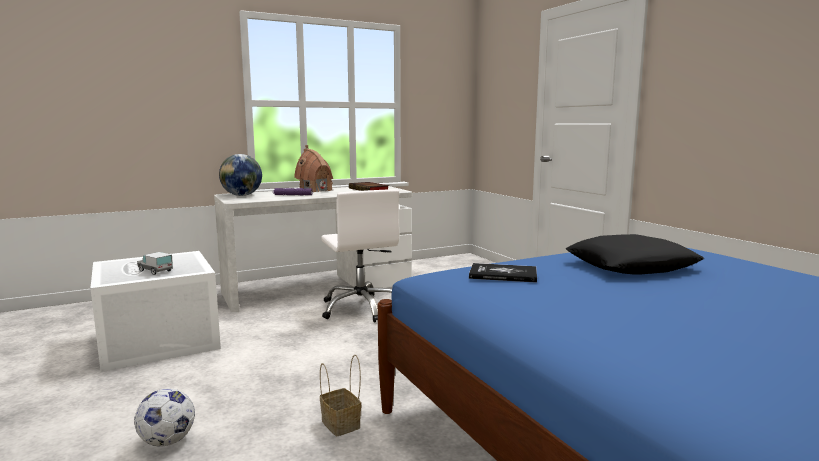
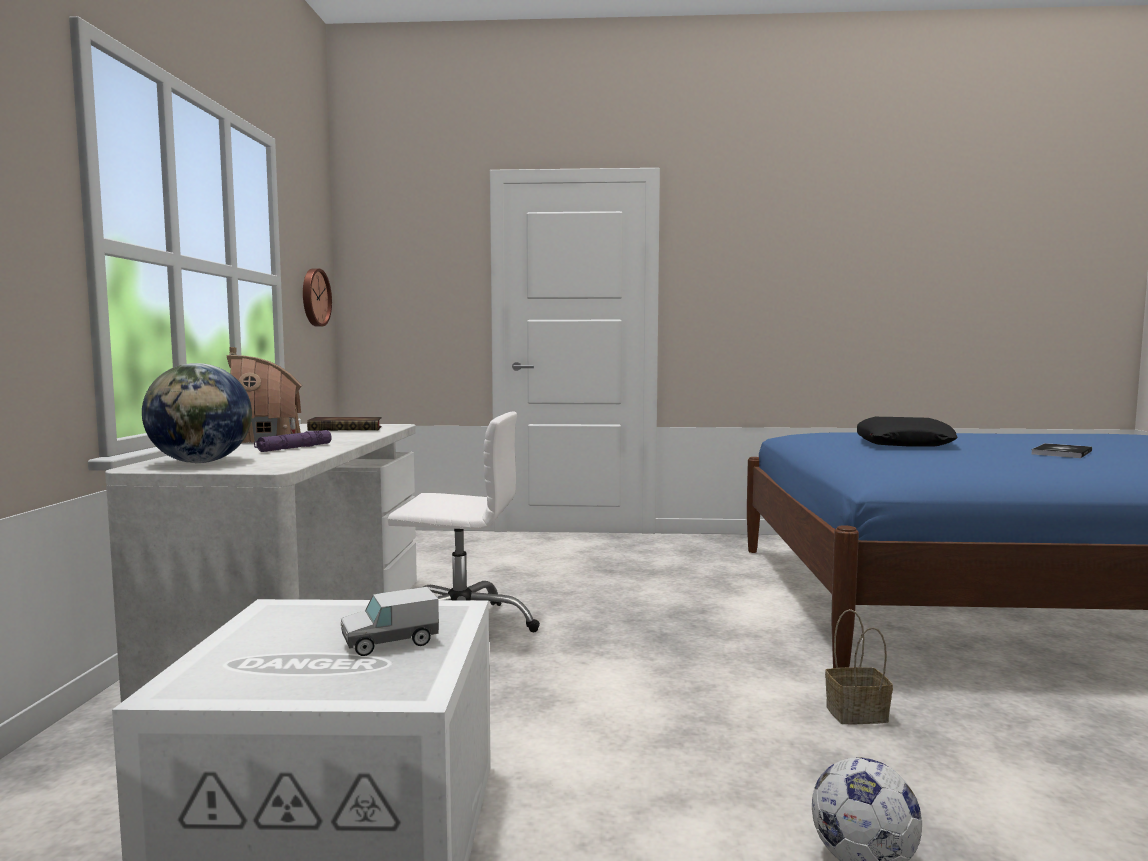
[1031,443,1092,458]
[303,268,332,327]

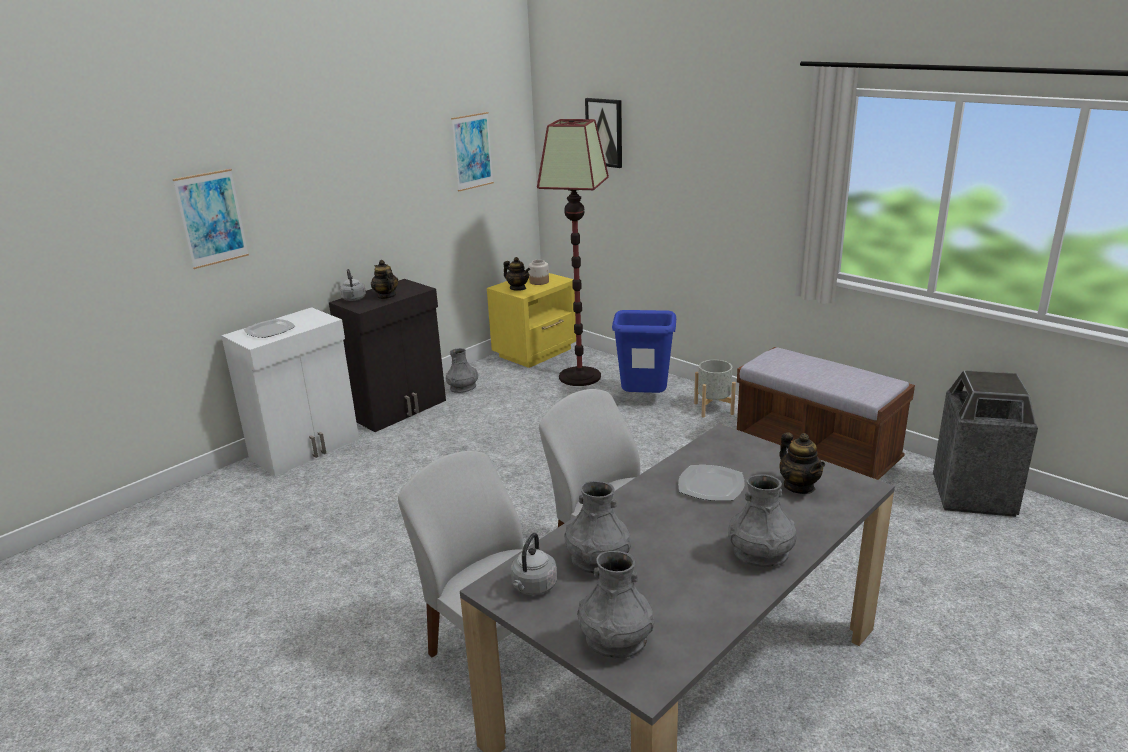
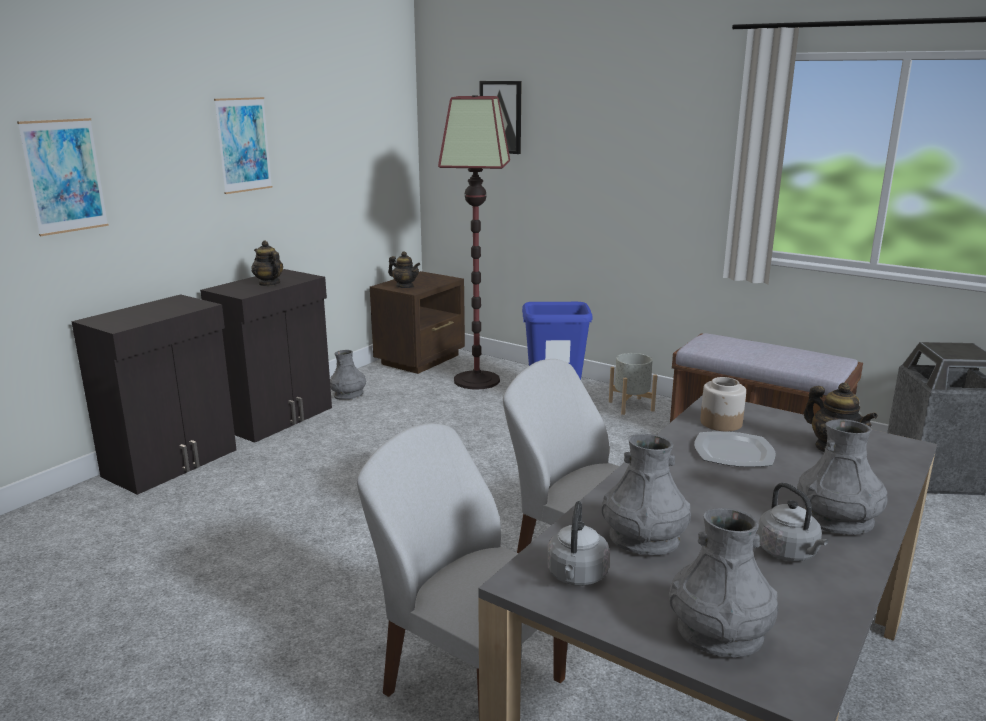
[71,294,237,495]
[243,319,296,338] (first image)
[758,483,828,561]
[214,97,273,194]
[370,271,465,374]
[700,377,746,431]

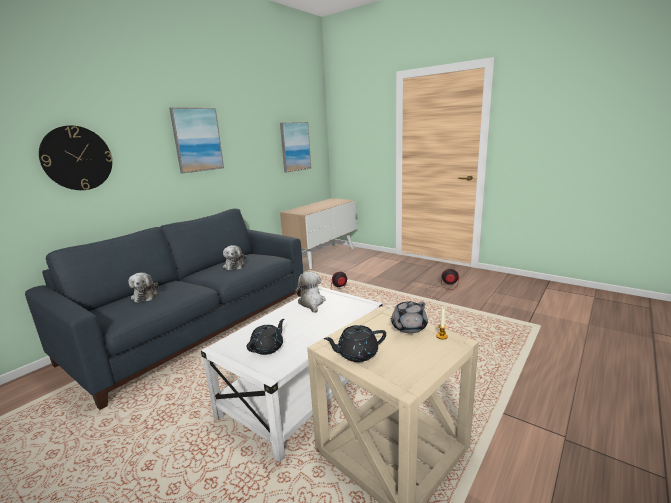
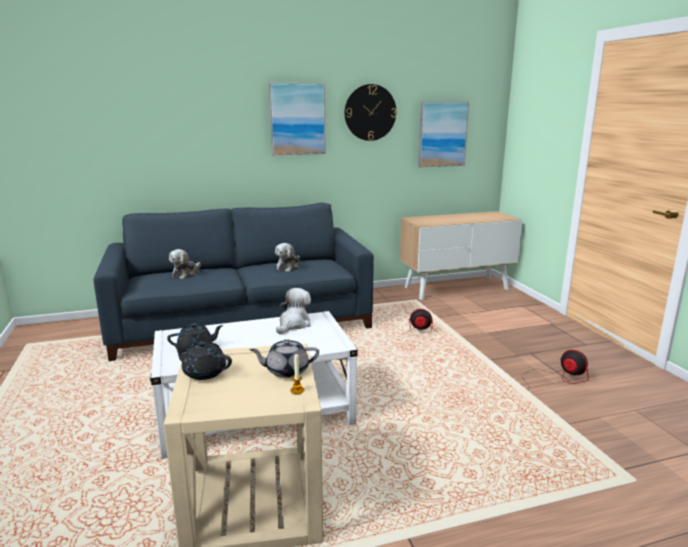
[345,84,397,141]

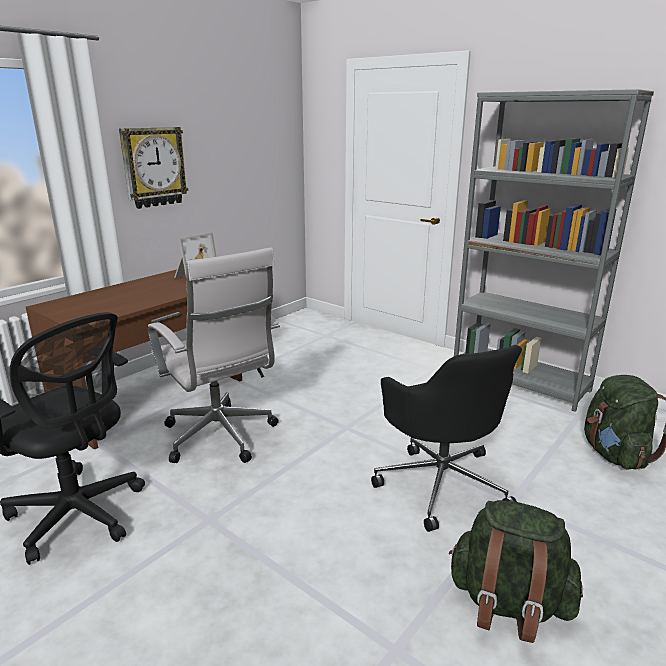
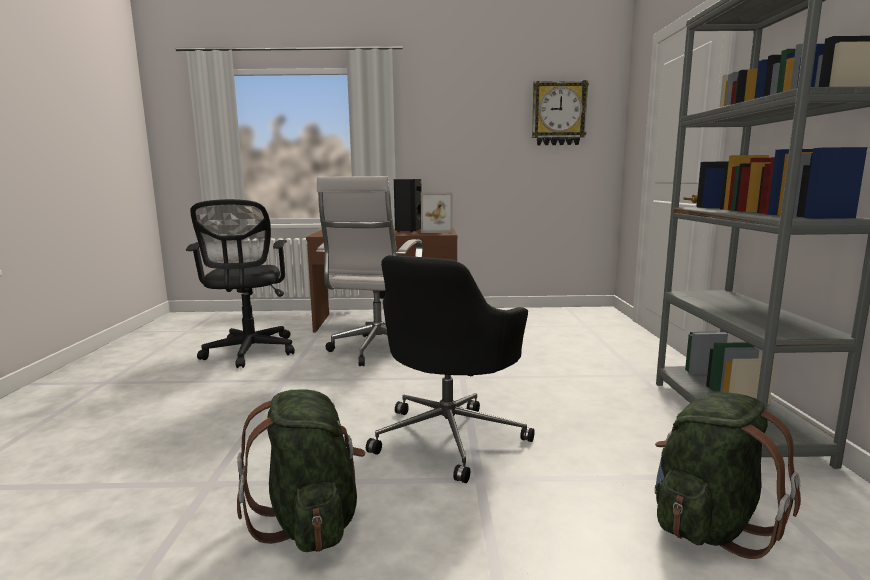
[532,80,589,145]
[394,179,422,232]

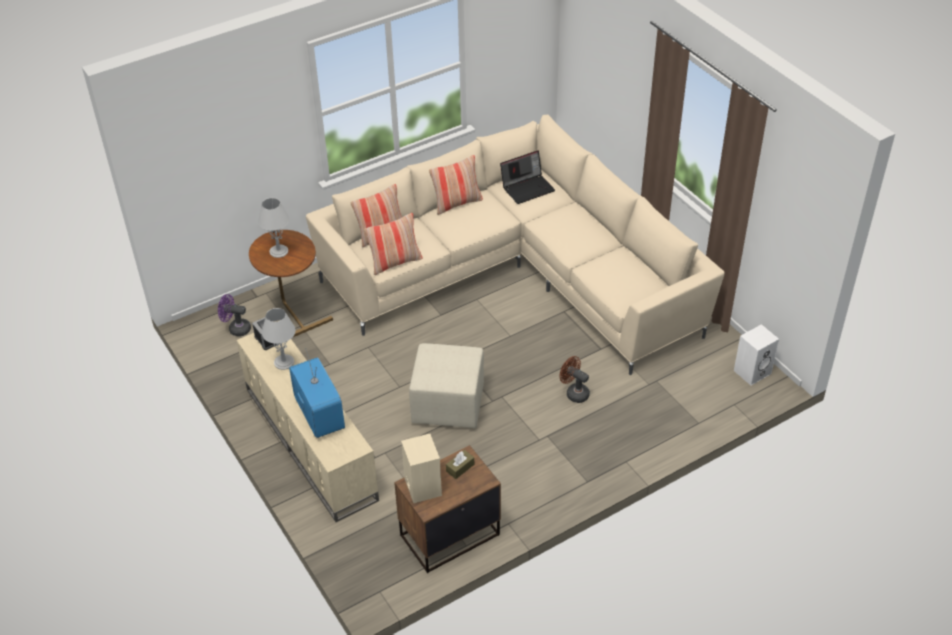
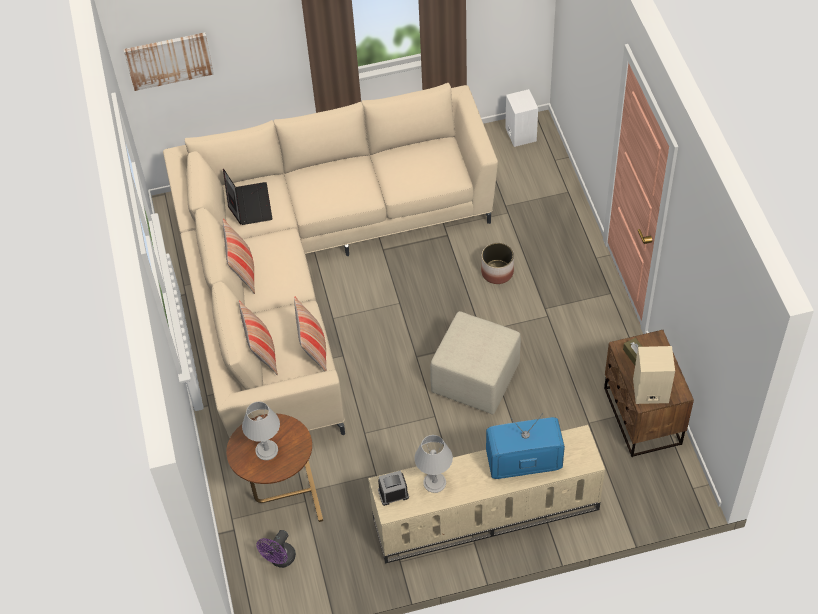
[481,243,514,284]
[124,32,214,91]

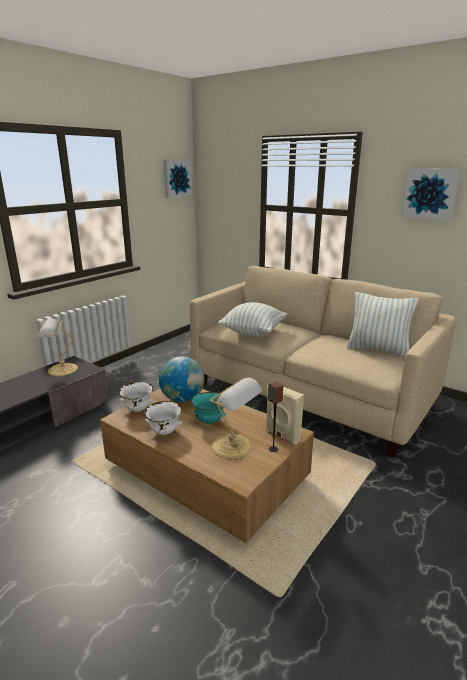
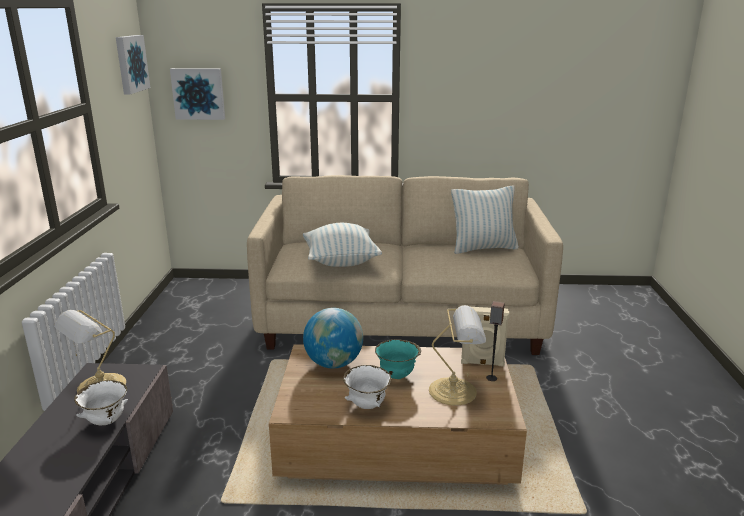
[74,380,128,425]
[170,68,225,120]

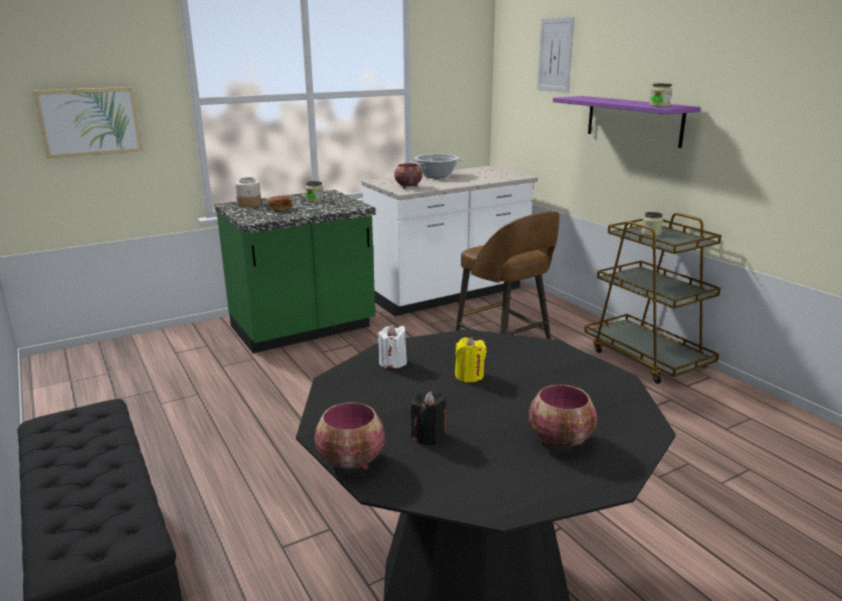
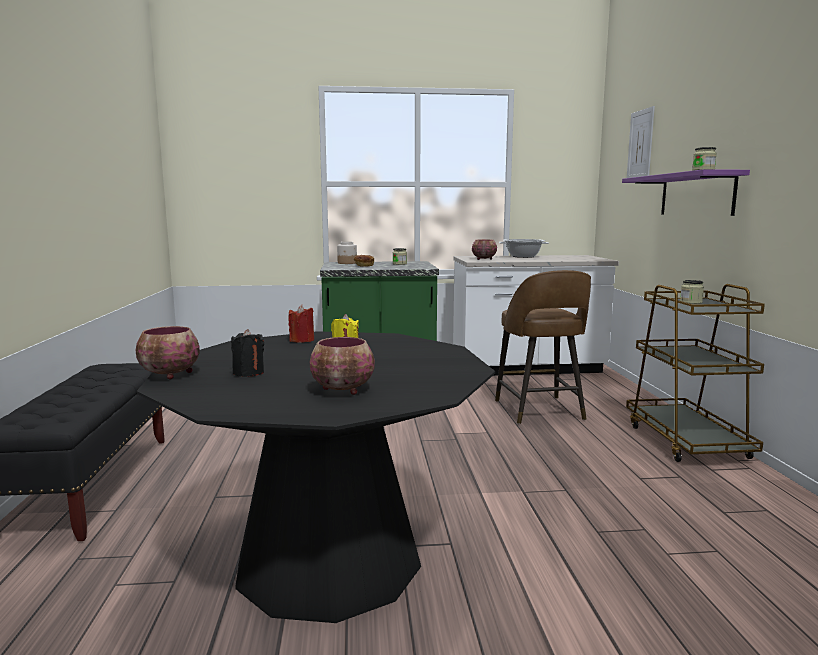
[32,87,143,159] (first image)
[288,305,314,343]

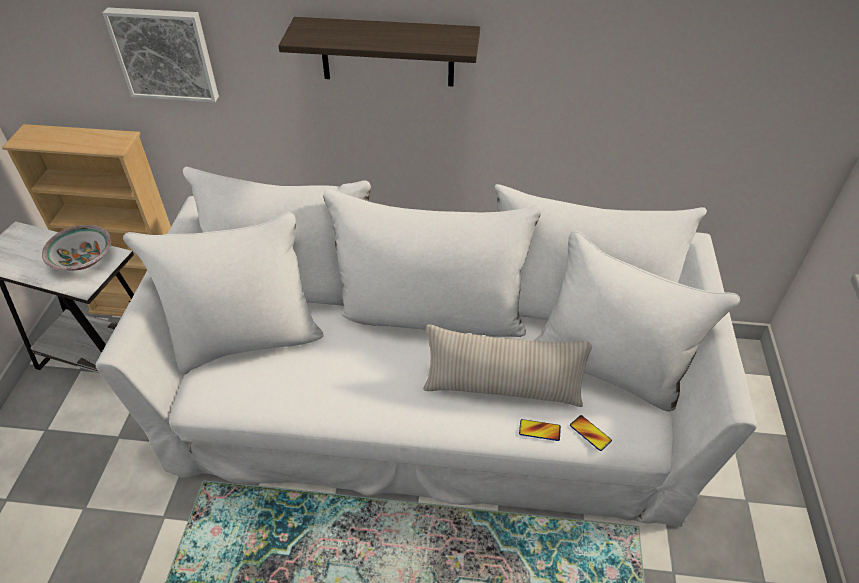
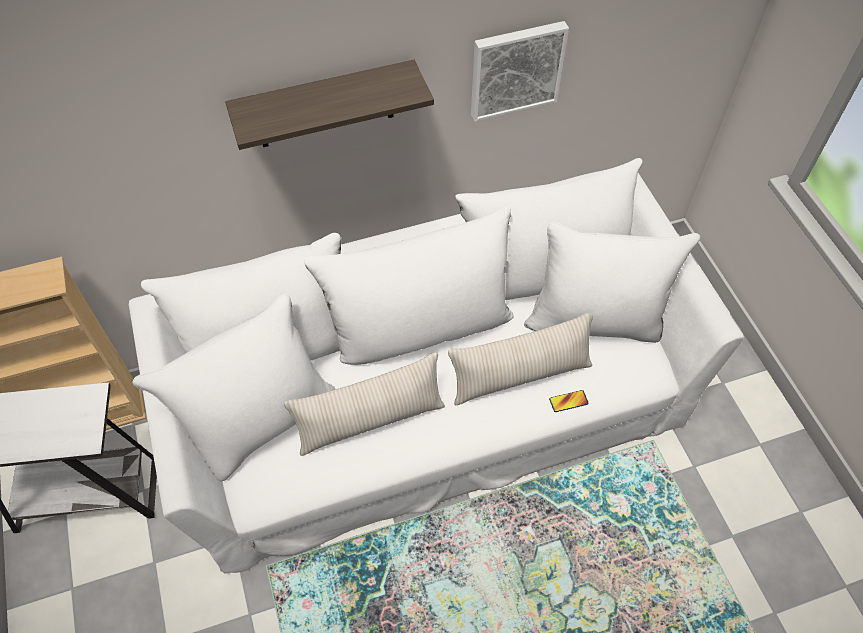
[42,225,111,270] (first image)
[471,21,569,122]
[570,415,612,451] (first image)
[284,352,445,456]

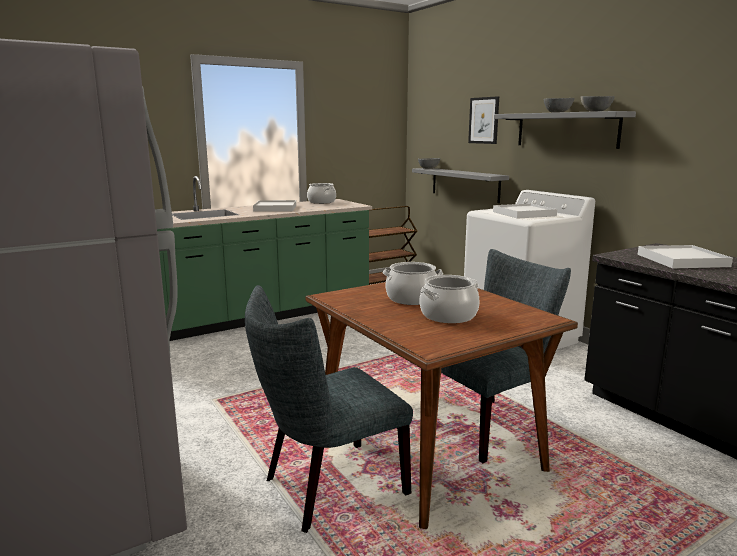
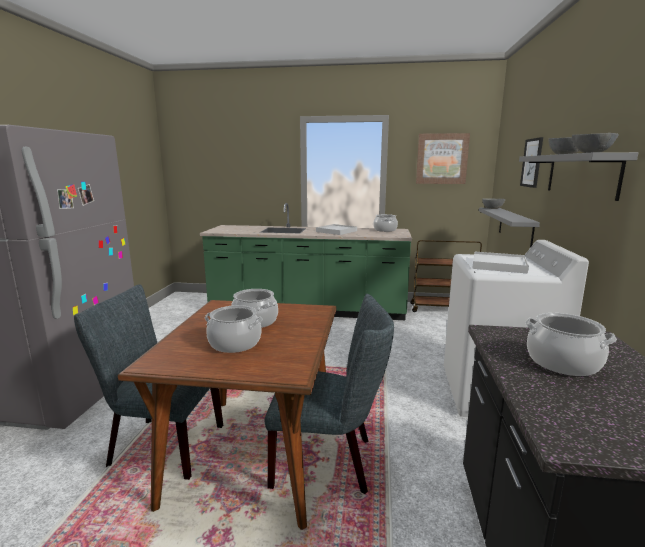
[525,313,617,376]
[416,133,470,184]

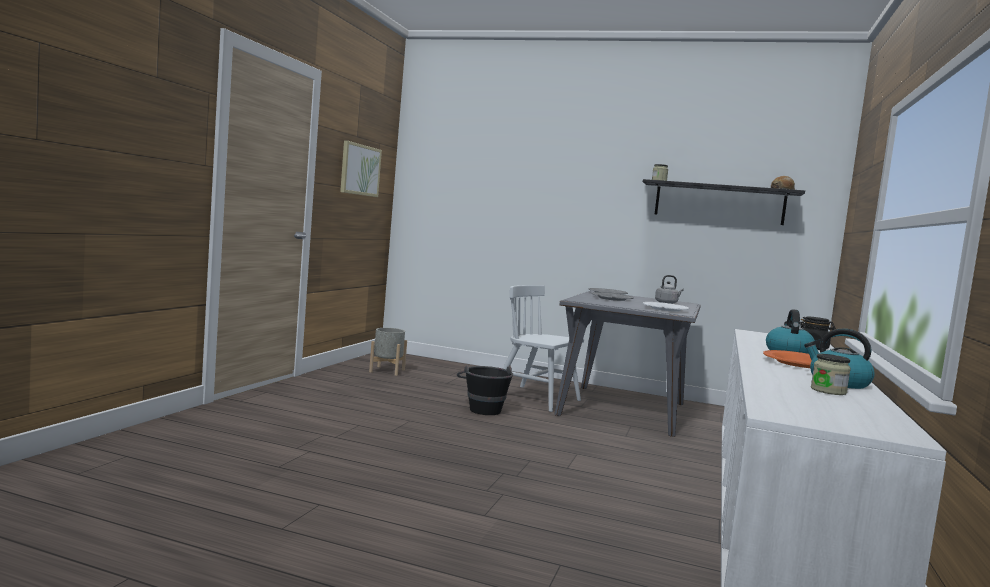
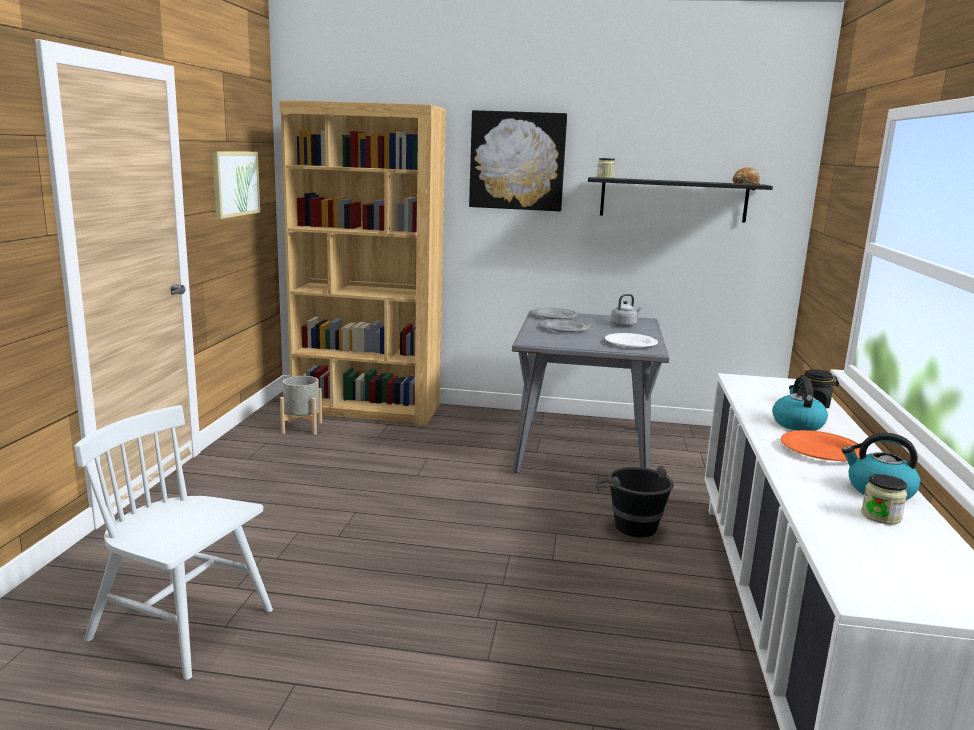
[593,466,674,537]
[74,405,273,680]
[279,100,446,425]
[469,110,567,211]

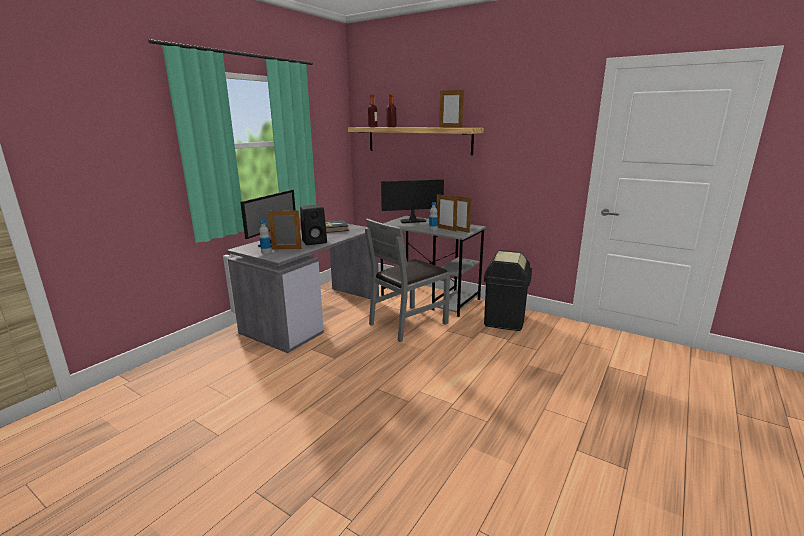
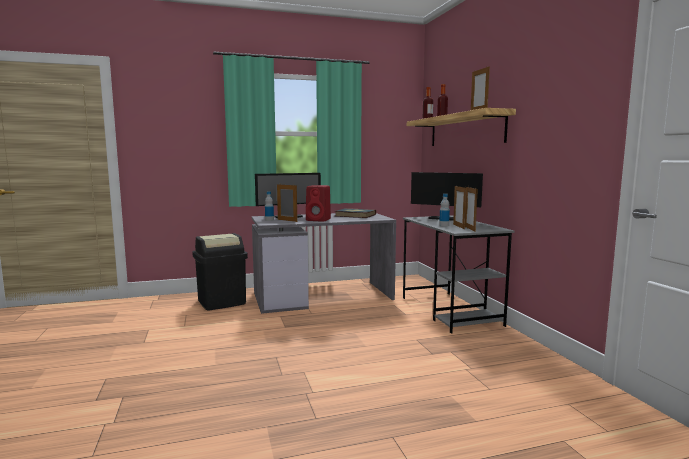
[306,185,331,222]
[365,218,450,342] (first image)
[192,233,248,311]

